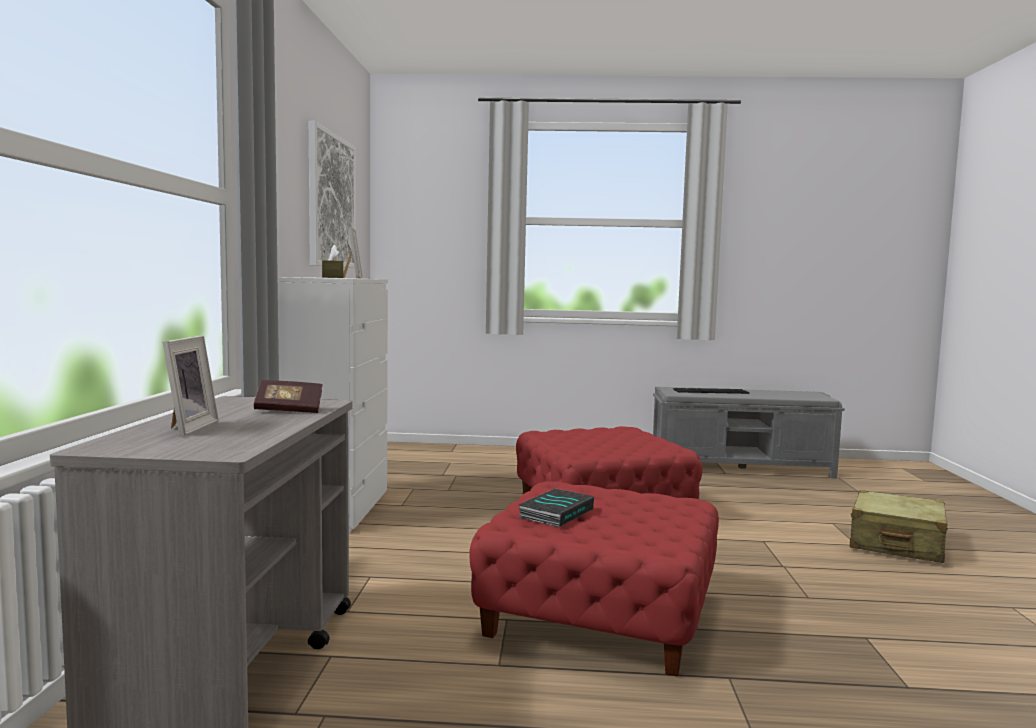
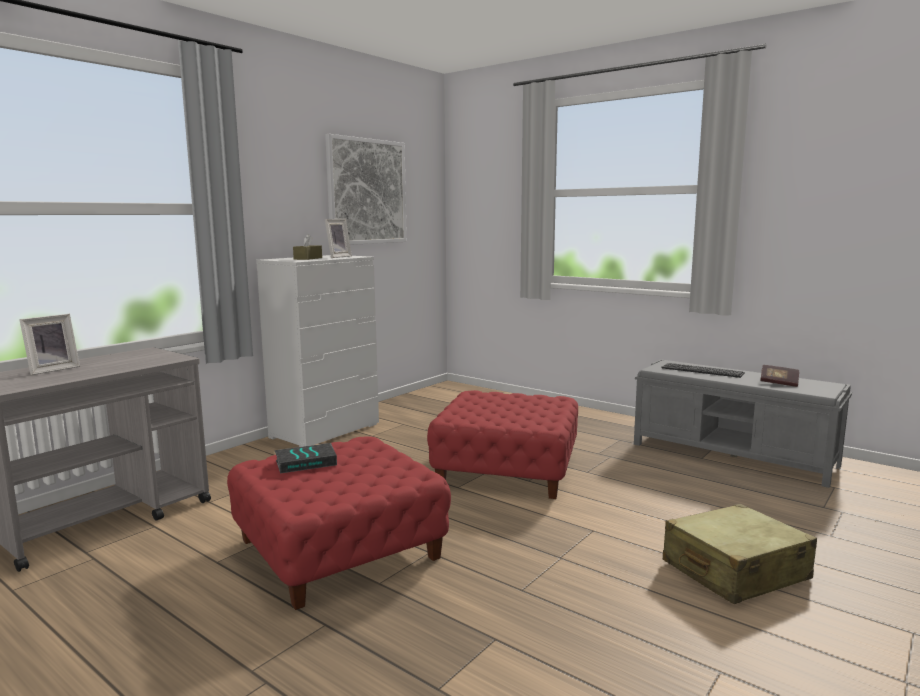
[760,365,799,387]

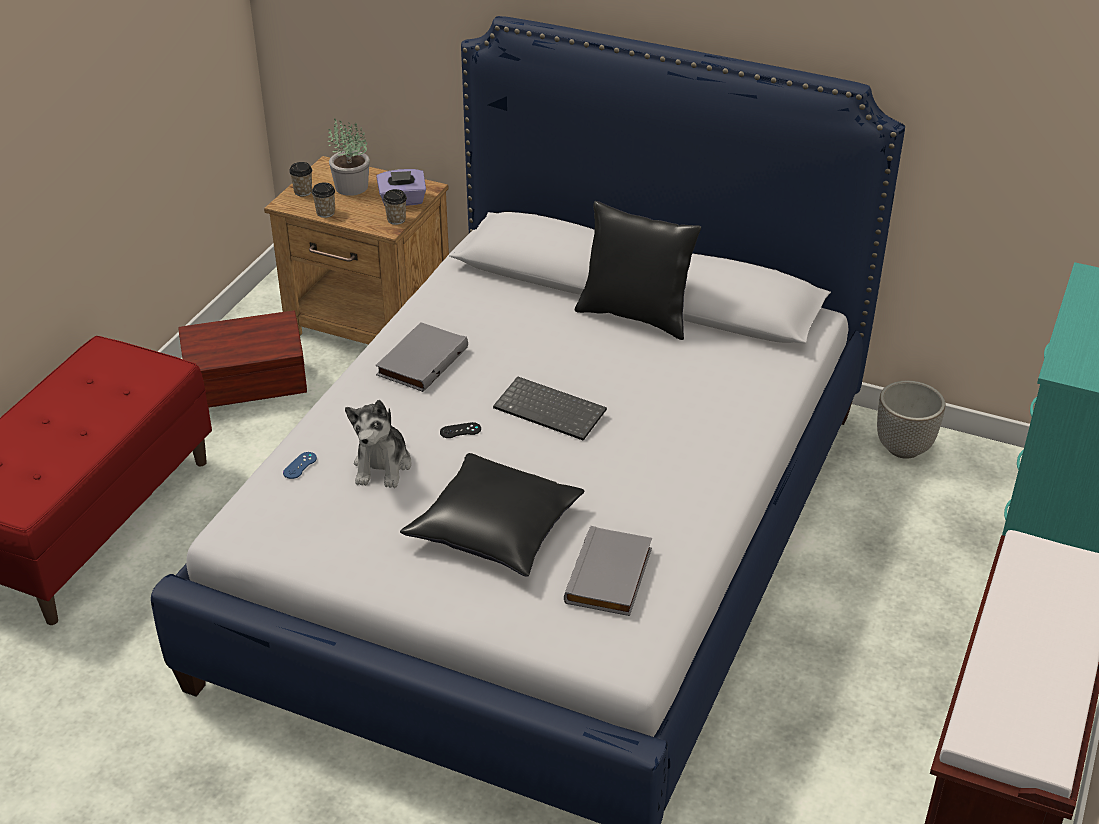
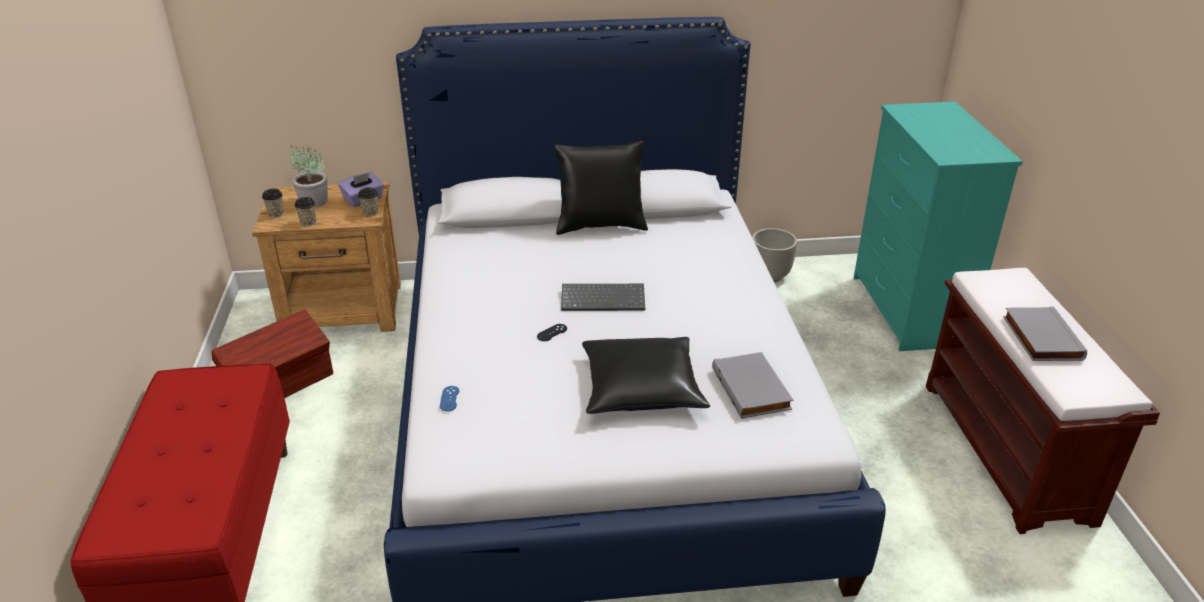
[345,400,411,488] (first image)
[1003,307,1087,361]

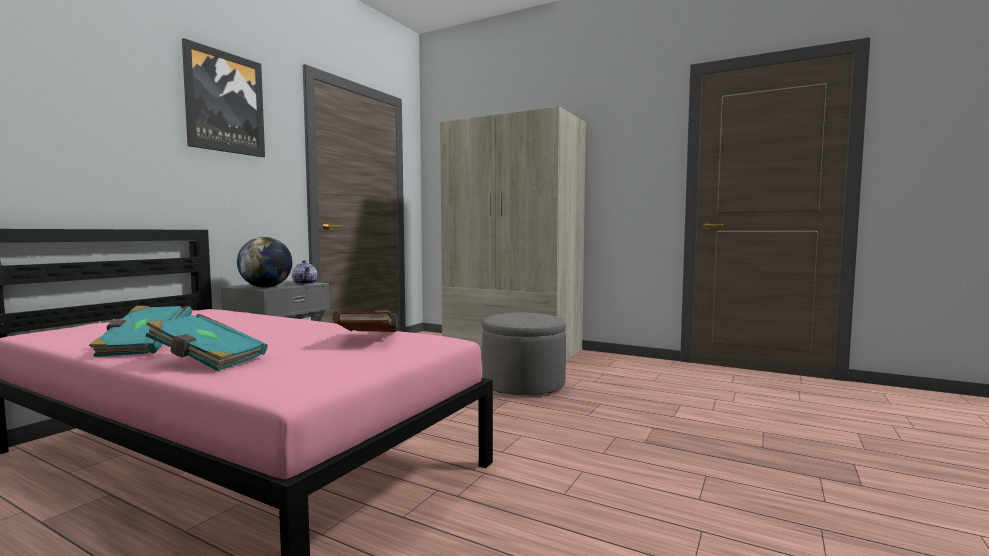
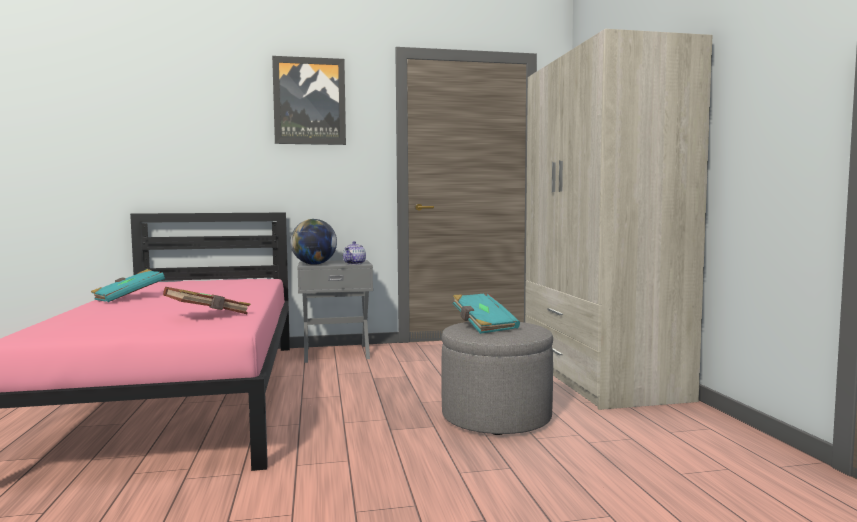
[453,293,520,334]

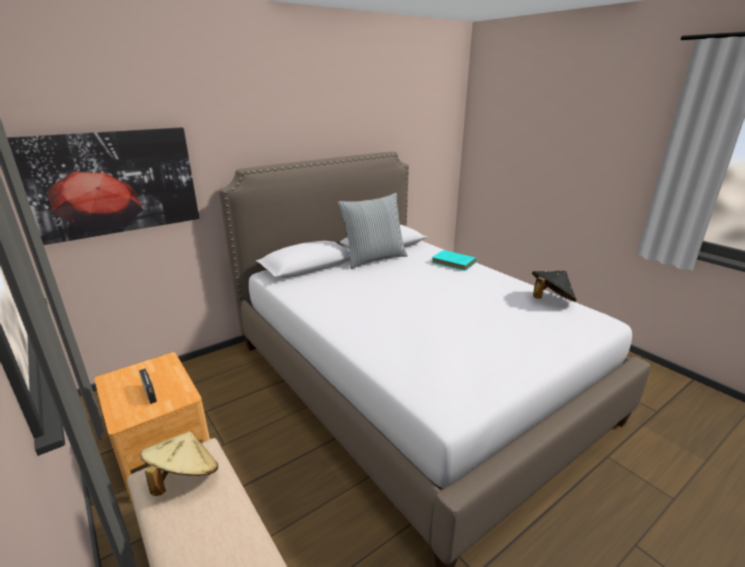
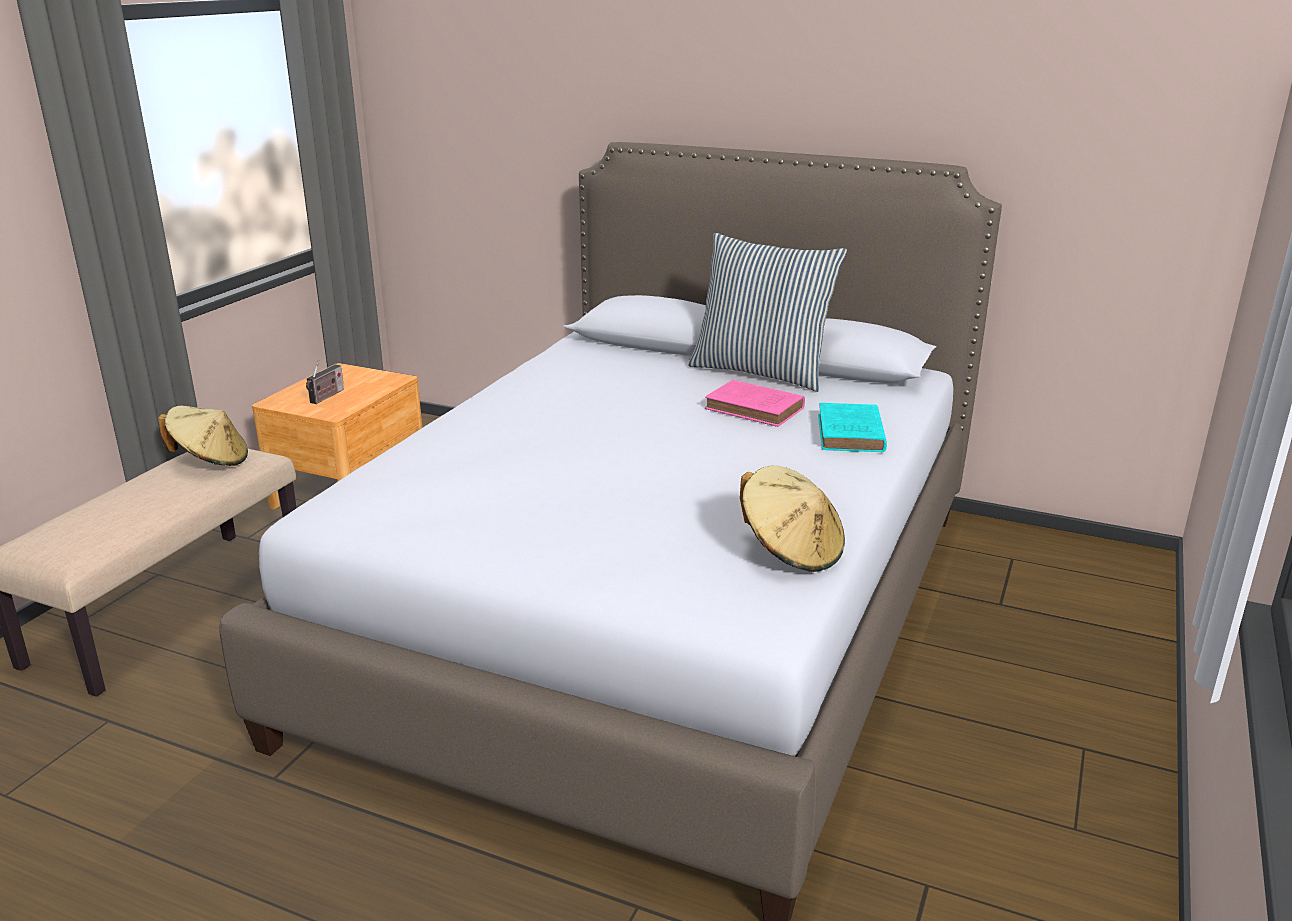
[7,127,199,245] (first image)
[740,465,845,572]
[705,380,805,427]

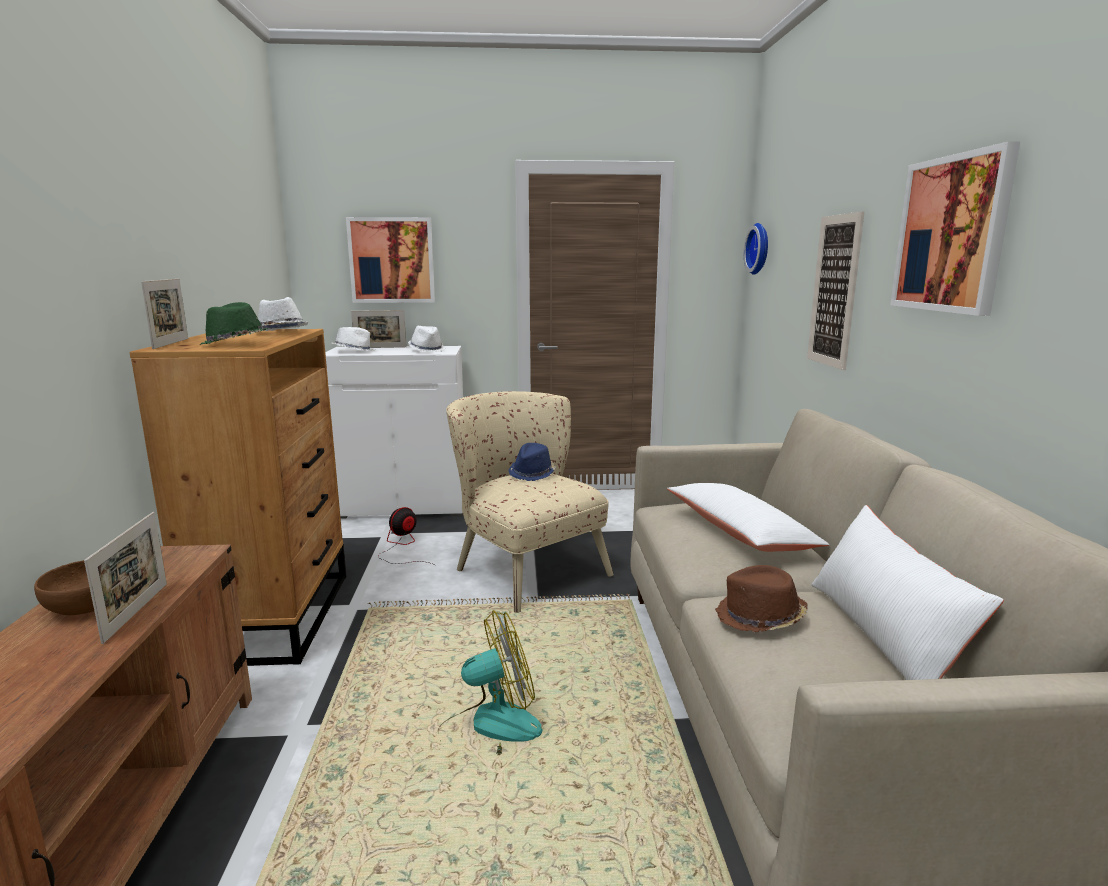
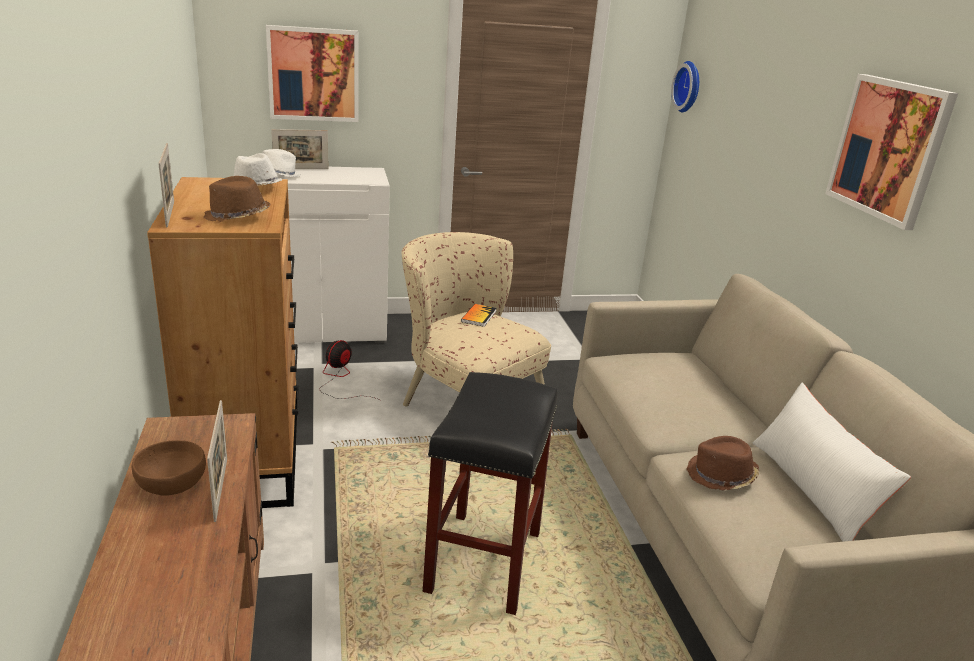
[204,176,271,222]
[408,326,446,352] (first image)
[423,372,558,615]
[461,304,496,327]
[667,483,829,552] (first image)
[807,211,864,370] (first image)

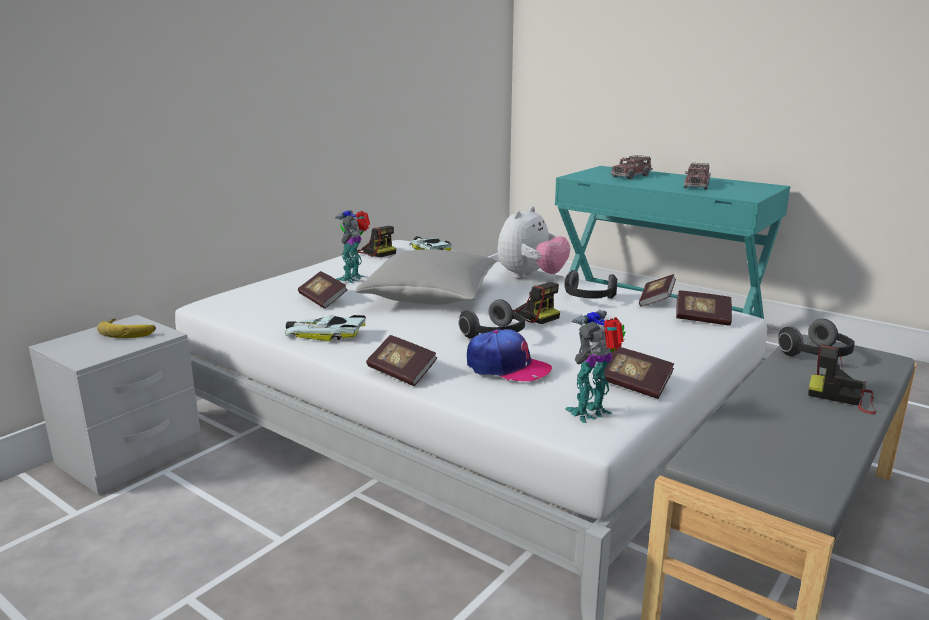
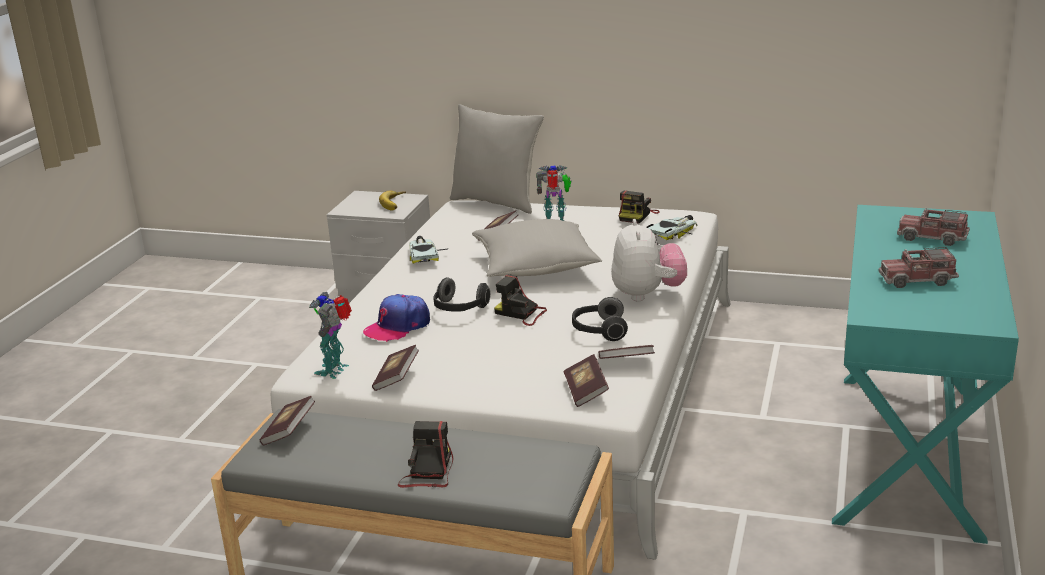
[260,396,315,445]
[363,294,430,342]
[611,219,687,301]
[494,274,547,326]
[309,292,352,379]
[778,319,855,357] (first image)
[449,104,544,214]

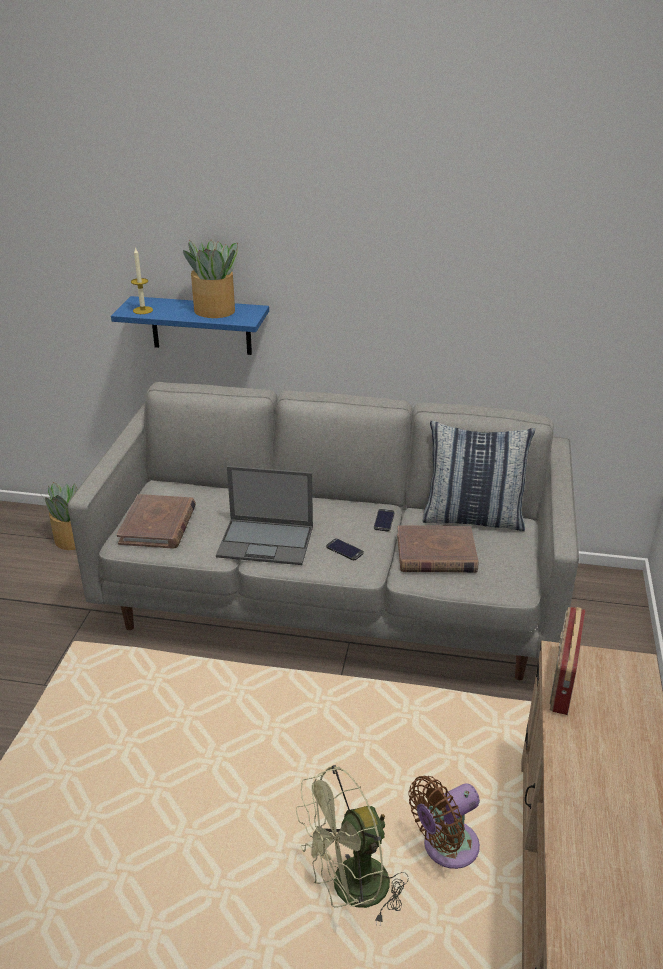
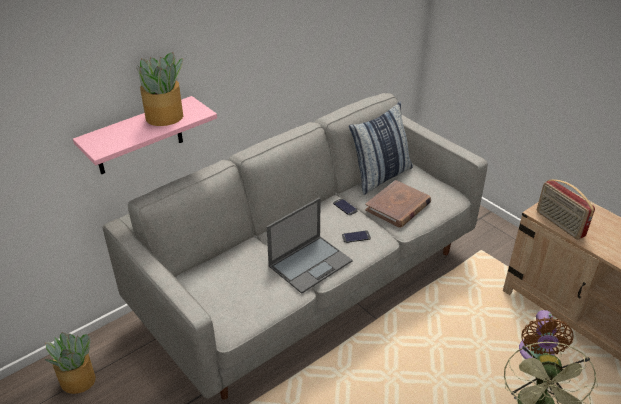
[73,96,217,174]
[117,494,196,549] (first image)
[131,247,153,314] (first image)

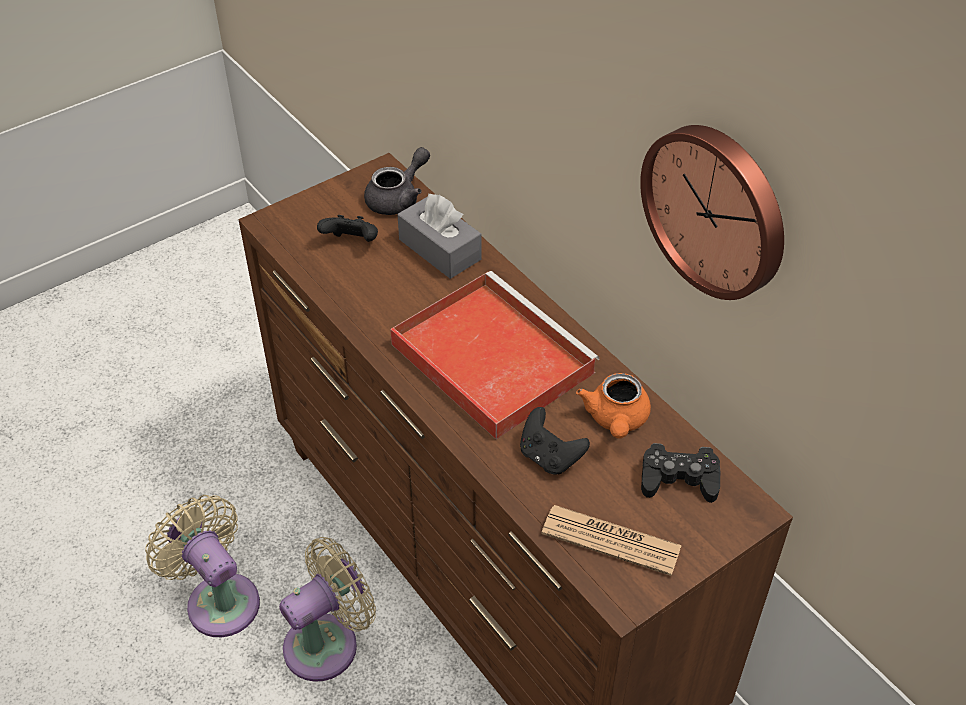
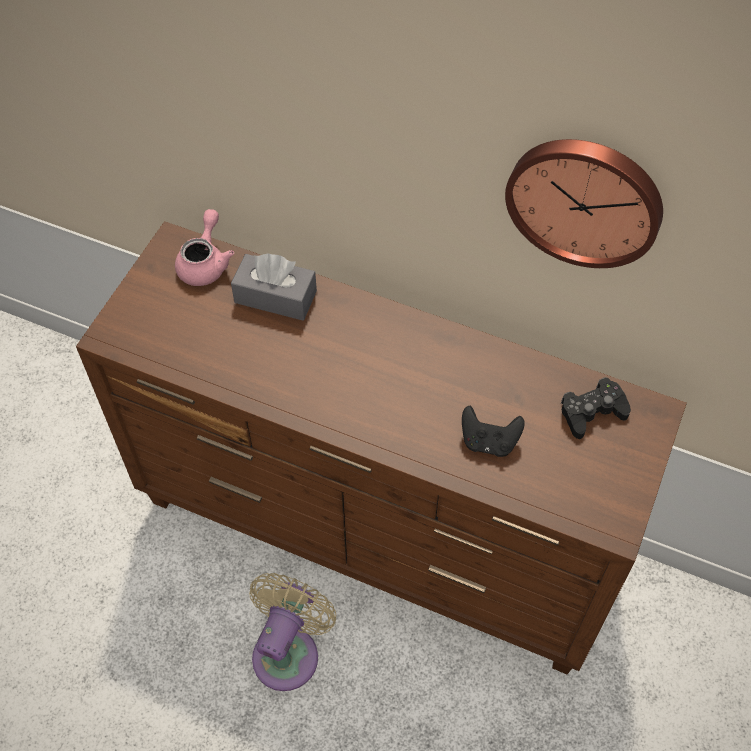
[145,495,260,637] (first image)
[317,215,378,242] (first image)
[175,209,234,286]
[390,271,599,439] (first image)
[541,505,682,576] (first image)
[576,373,651,438] (first image)

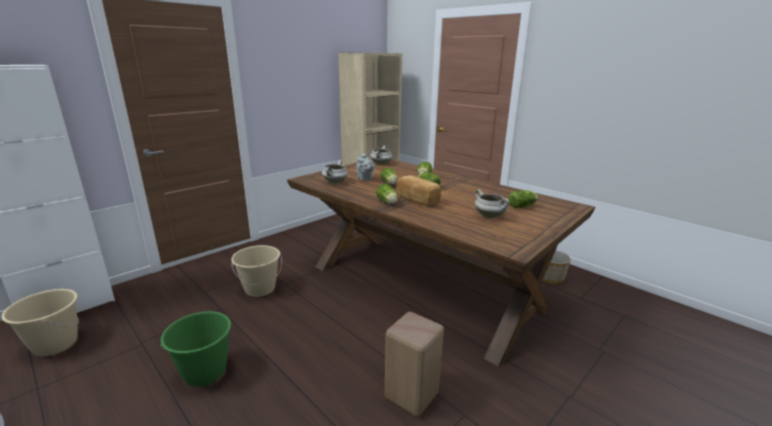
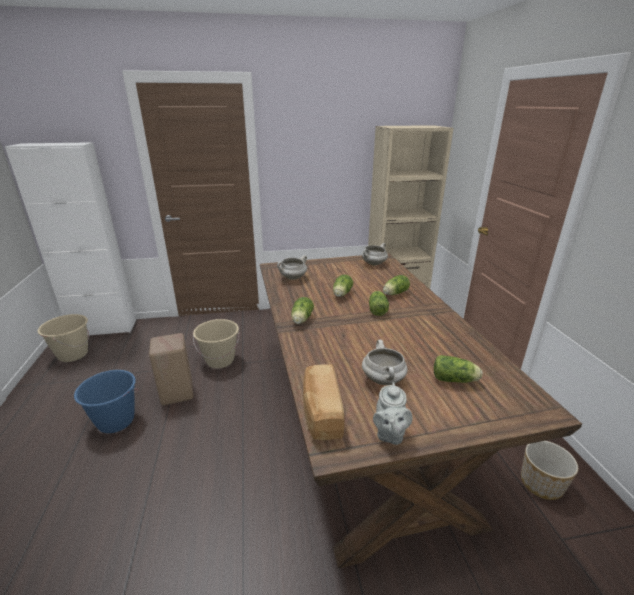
[74,370,139,433]
[373,382,412,445]
[149,333,193,405]
[303,364,345,440]

